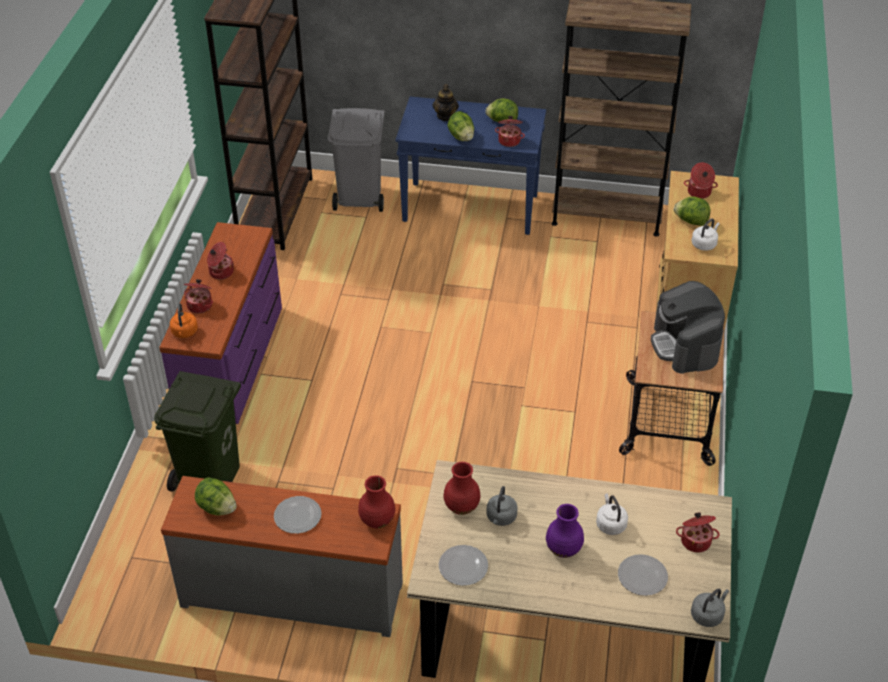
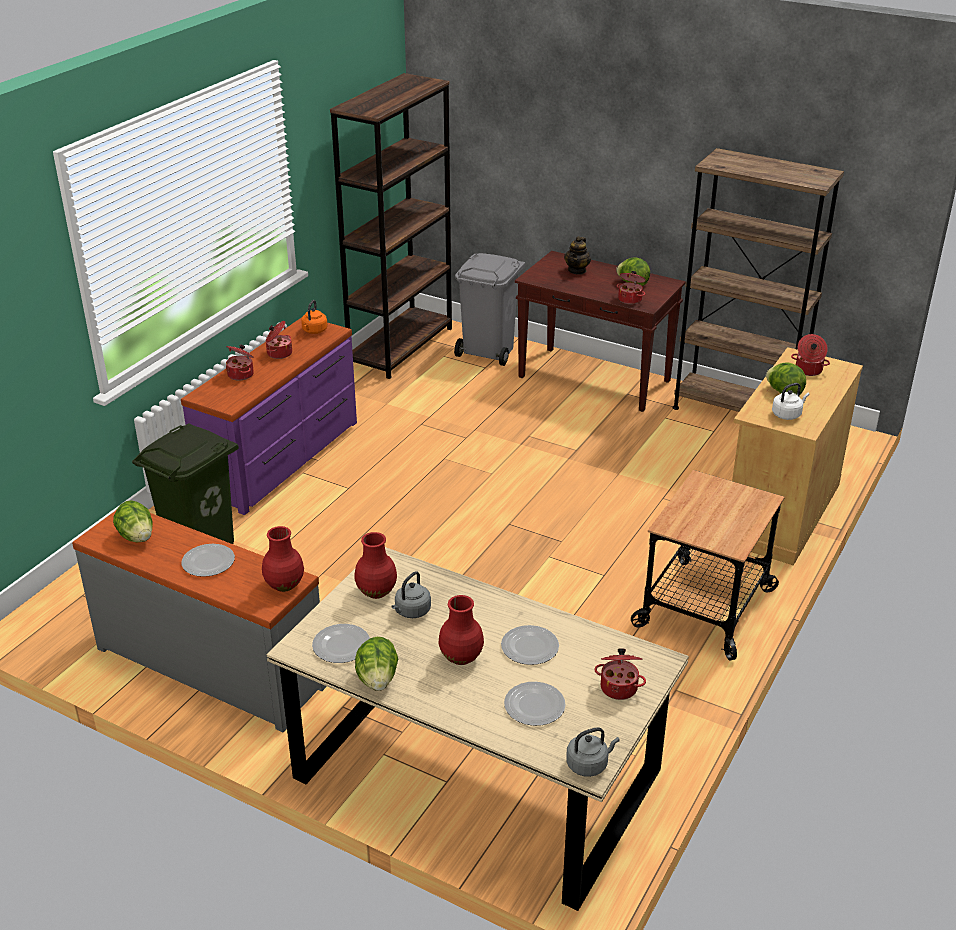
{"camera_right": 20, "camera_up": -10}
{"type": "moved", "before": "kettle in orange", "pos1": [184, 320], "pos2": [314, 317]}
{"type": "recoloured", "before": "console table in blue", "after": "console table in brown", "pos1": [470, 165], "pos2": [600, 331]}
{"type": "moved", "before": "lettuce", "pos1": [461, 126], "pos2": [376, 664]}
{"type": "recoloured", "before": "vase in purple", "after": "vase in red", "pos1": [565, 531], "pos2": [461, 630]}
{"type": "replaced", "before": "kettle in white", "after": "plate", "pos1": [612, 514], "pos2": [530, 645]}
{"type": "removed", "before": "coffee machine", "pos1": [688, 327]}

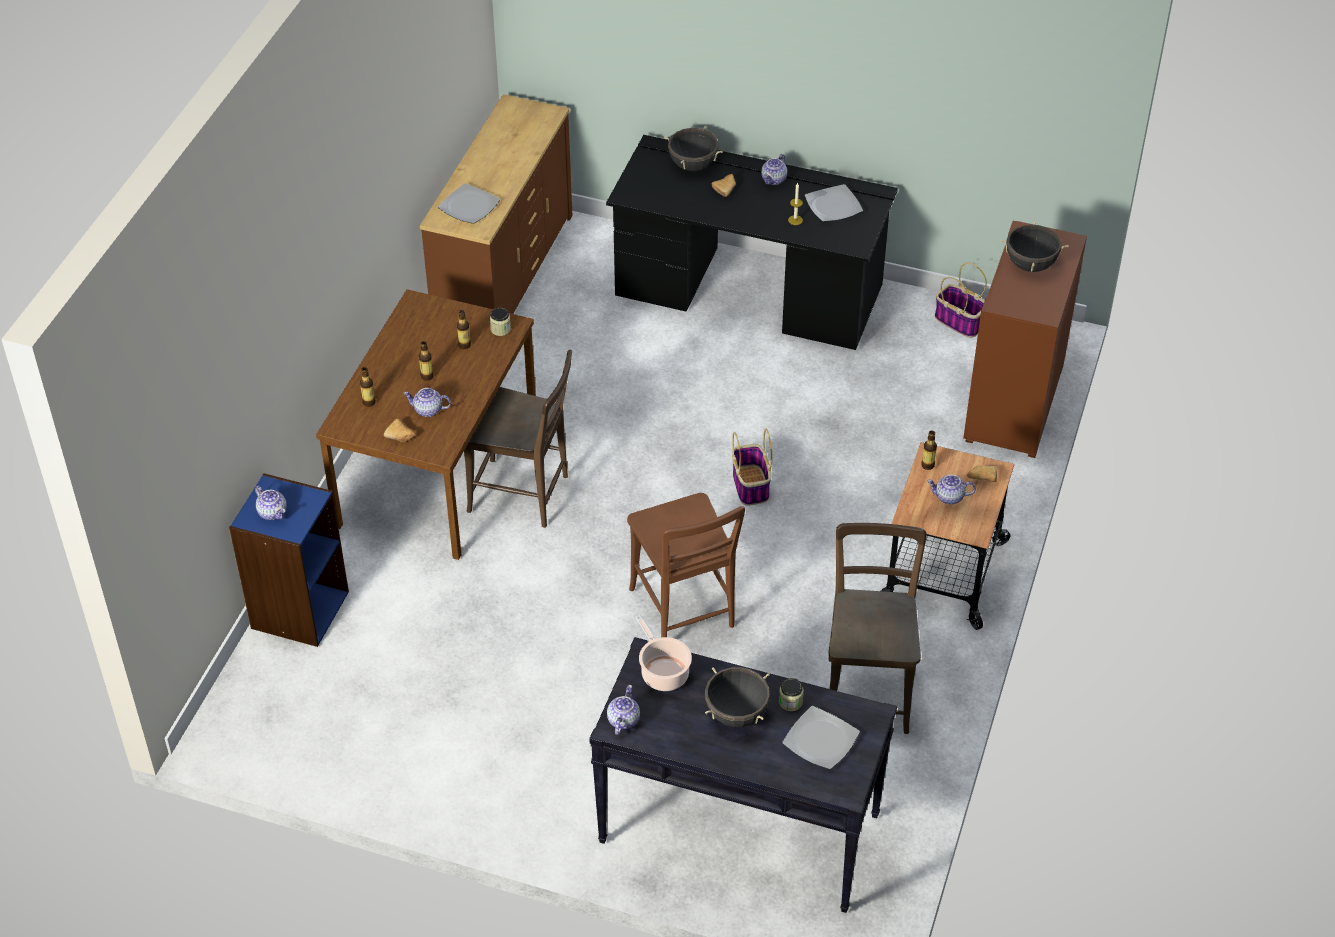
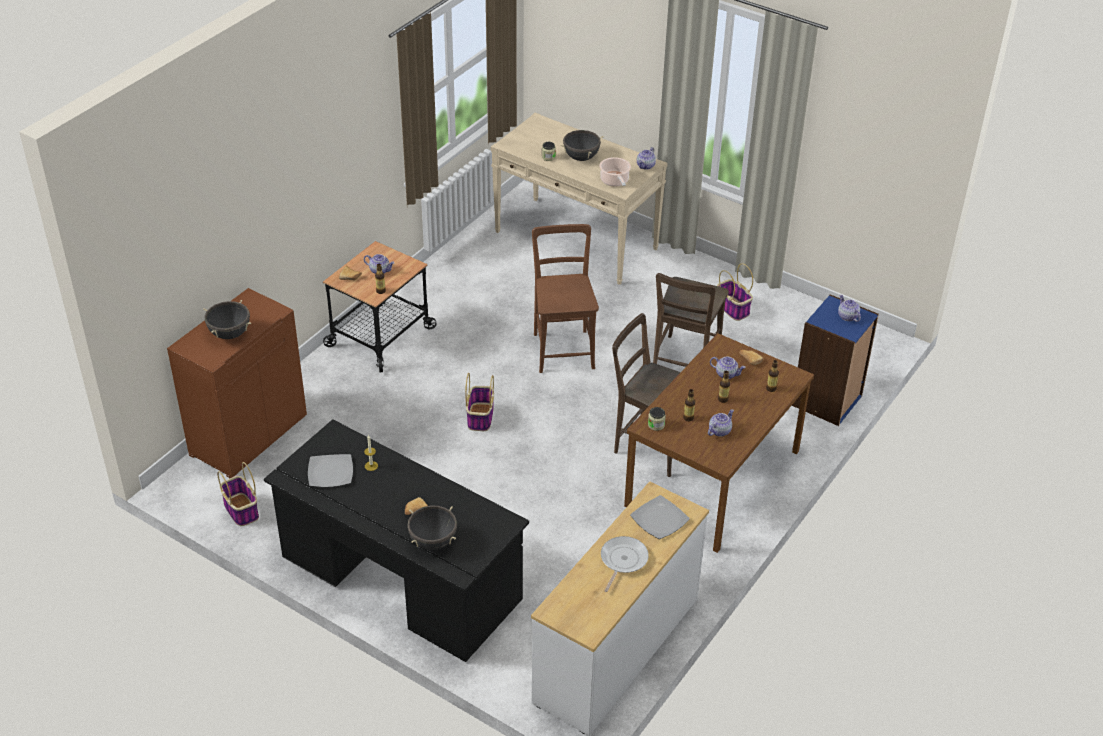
{"camera_right": -165, "camera_up": -5}
{"type": "recoloured", "before": "dresser in brown", "after": "dresser in white", "pos1": [496, 204], "pos2": [620, 608]}
{"type": "recoloured", "before": "console table in black", "after": "console table in beige", "pos1": [743, 775], "pos2": [579, 199]}
{"type": "moved", "before": "teapot", "pos1": [774, 169], "pos2": [721, 423]}
{"type": "removed", "before": "plate", "pos1": [821, 737]}
{"type": "moved", "before": "chair in brown", "pos1": [877, 628], "pos2": [691, 320]}
{"type": "added", "after": "frying pan", "pos2": [625, 564]}
{"type": "added", "after": "basket", "pos2": [735, 292]}

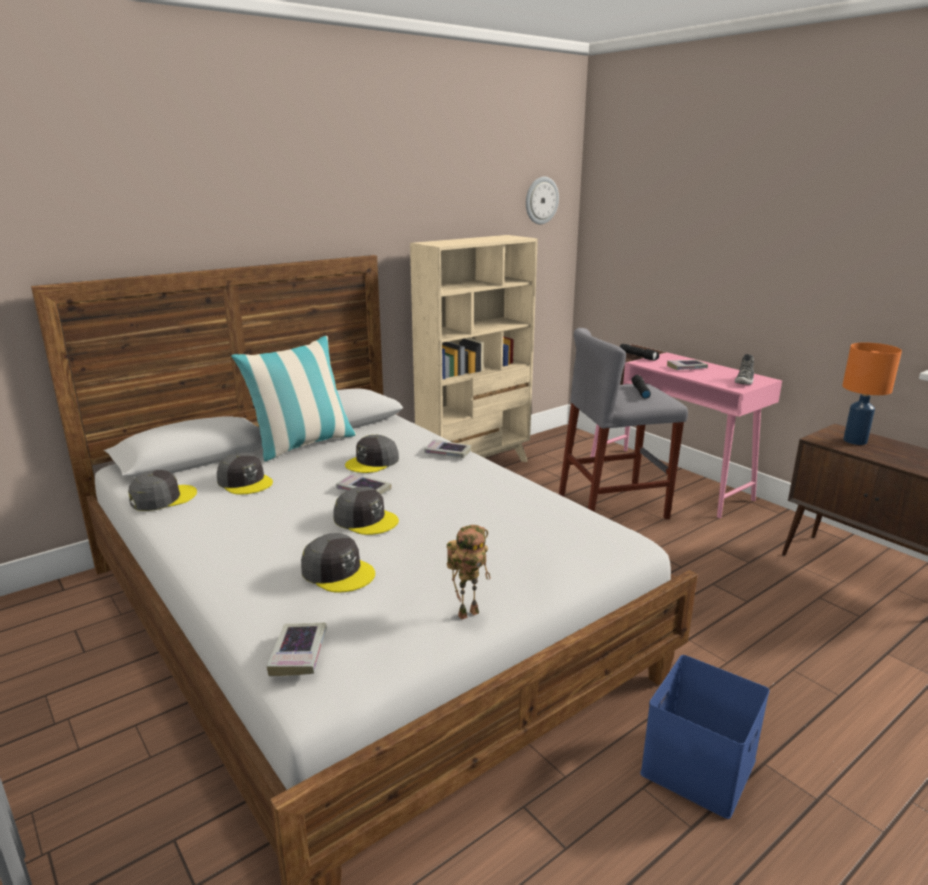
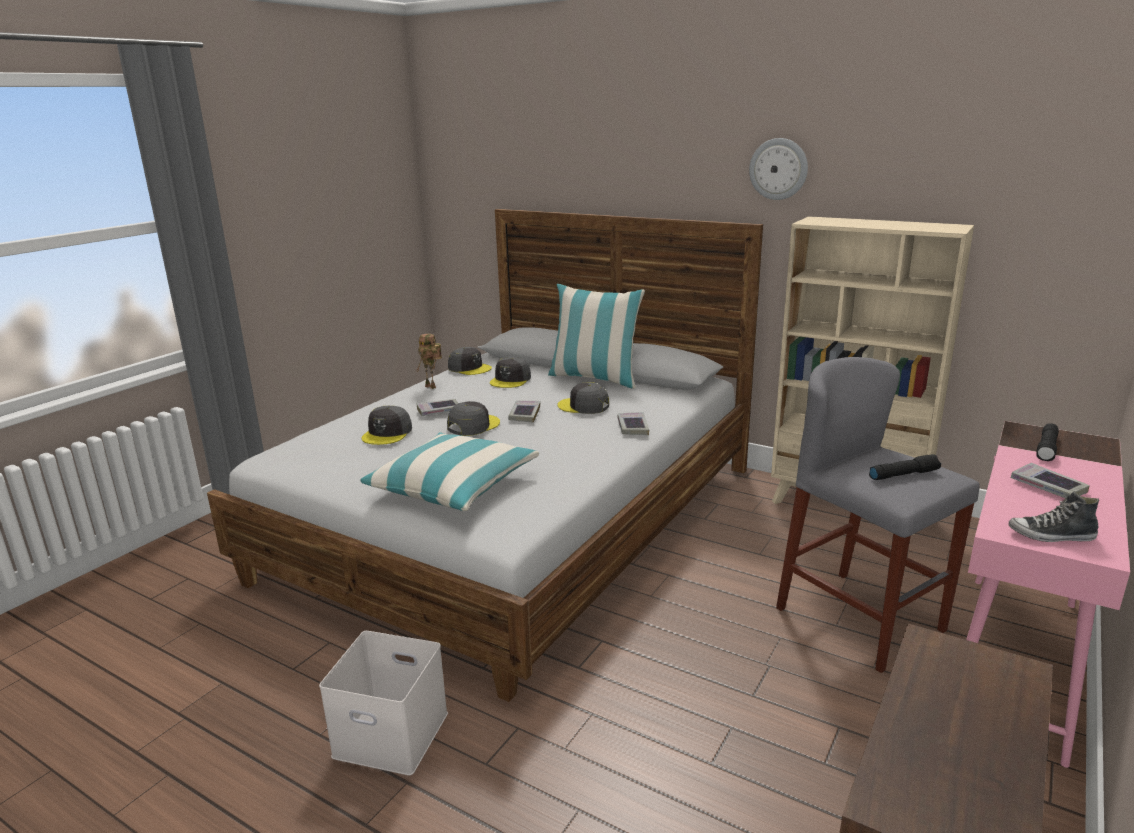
{"camera_right": 70, "camera_up": 0}
{"type": "moved", "before": "book", "pos1": [296, 649], "pos2": [437, 407]}
{"type": "turned", "before": "cap in grey", "pos1": [366, 511], "pos2": [473, 418], "turn": -150}
{"type": "moved", "before": "toy robot", "pos1": [469, 572], "pos2": [429, 361]}
{"type": "moved", "before": "wall clock", "pos1": [542, 200], "pos2": [778, 169]}
{"type": "recoloured", "before": "storage box in blue", "after": "storage box in white", "pos1": [705, 737], "pos2": [383, 703]}
{"type": "removed", "before": "table lamp in orange", "pos1": [872, 393]}
{"type": "added", "after": "pillow", "pos2": [449, 471]}

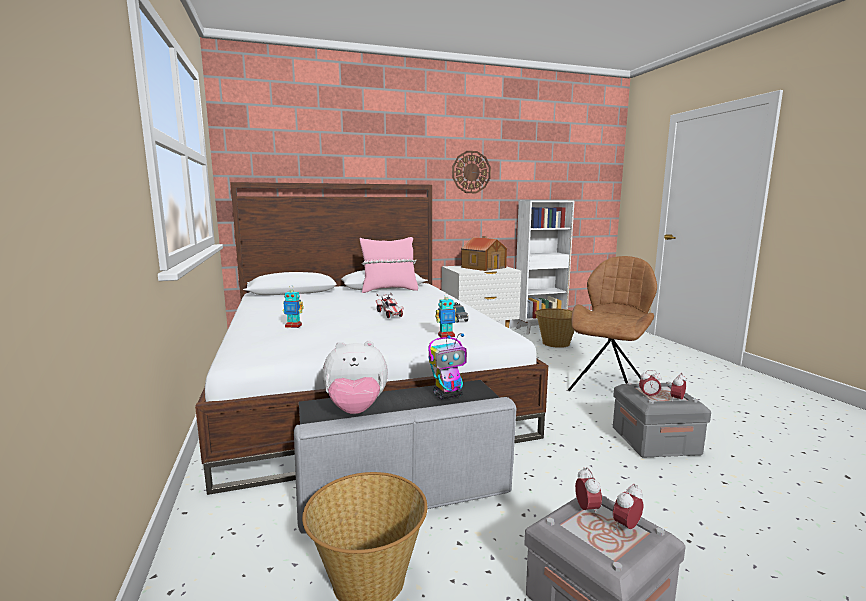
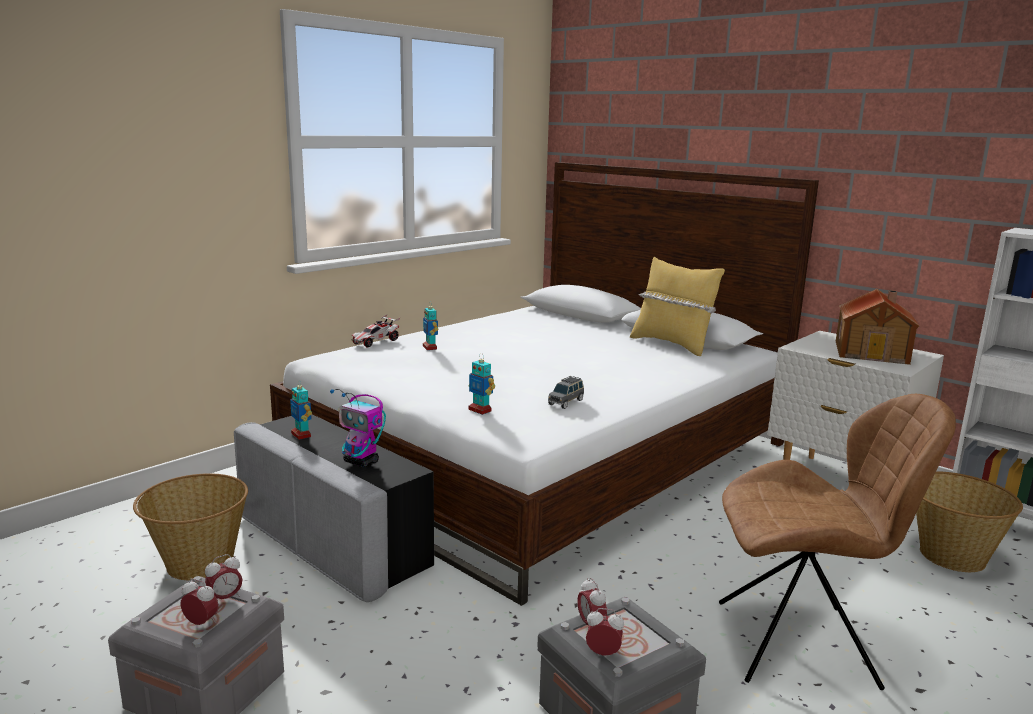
{"camera_right": 60, "camera_up": 5}
{"type": "replaced", "before": "plush toy", "after": "toy robot", "pos1": [355, 377], "pos2": [301, 410]}
{"type": "recoloured", "before": "pillow in pink", "after": "pillow in yellow", "pos1": [389, 265], "pos2": [677, 306]}
{"type": "moved", "before": "toy car", "pos1": [390, 305], "pos2": [376, 331]}
{"type": "removed", "before": "wall clock", "pos1": [471, 172]}

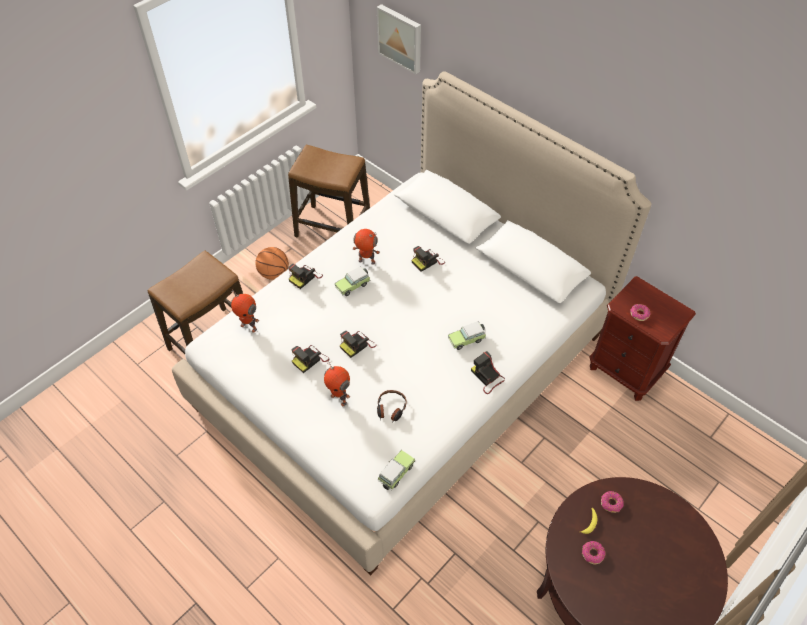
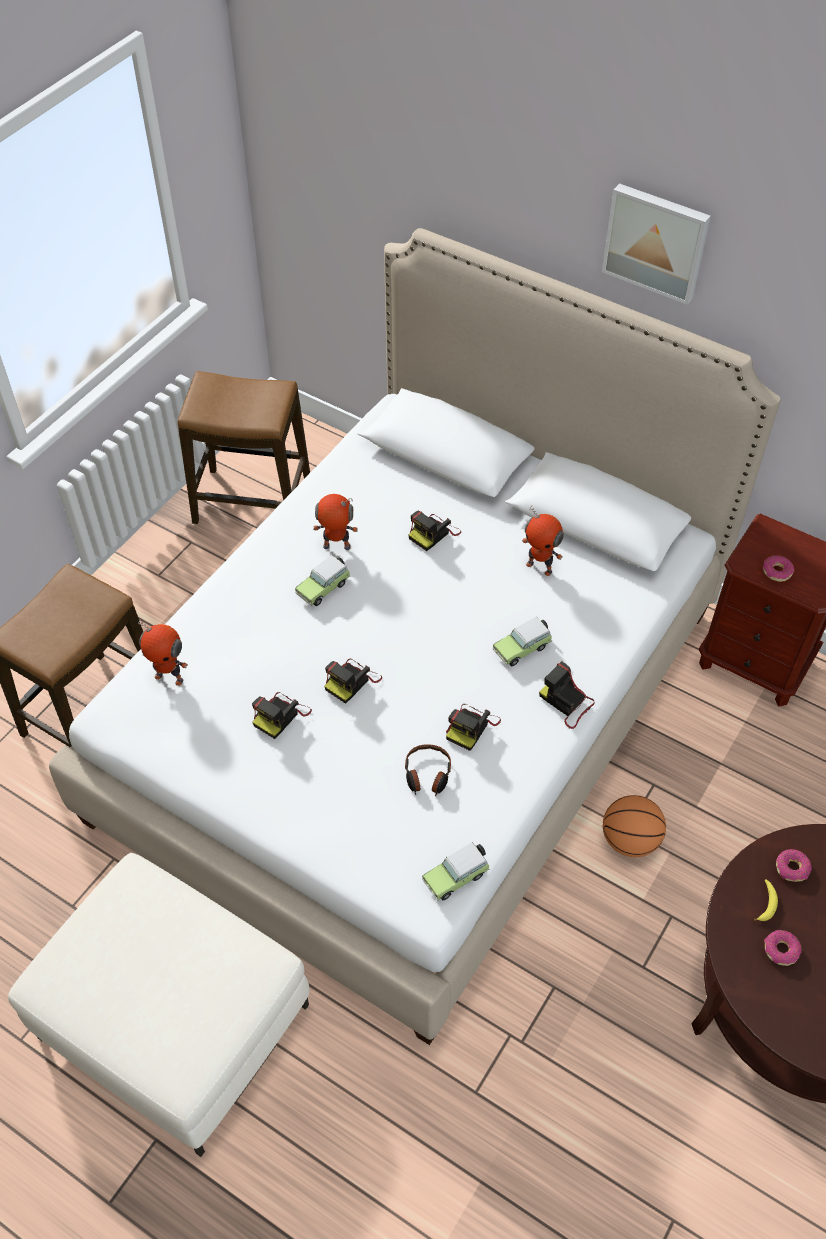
{"camera_right": -10, "camera_up": 0}
{"type": "moved", "before": "basketball", "pos1": [272, 263], "pos2": [634, 826]}
{"type": "moved", "before": "photo camera", "pos1": [305, 276], "pos2": [473, 727]}
{"type": "moved", "before": "toy robot", "pos1": [337, 384], "pos2": [543, 541]}
{"type": "moved", "before": "picture", "pos1": [399, 39], "pos2": [656, 244]}
{"type": "turned", "before": "toy car", "pos1": [396, 470], "pos2": [456, 871], "turn": -150}
{"type": "added", "after": "ottoman in white", "pos2": [159, 1005]}

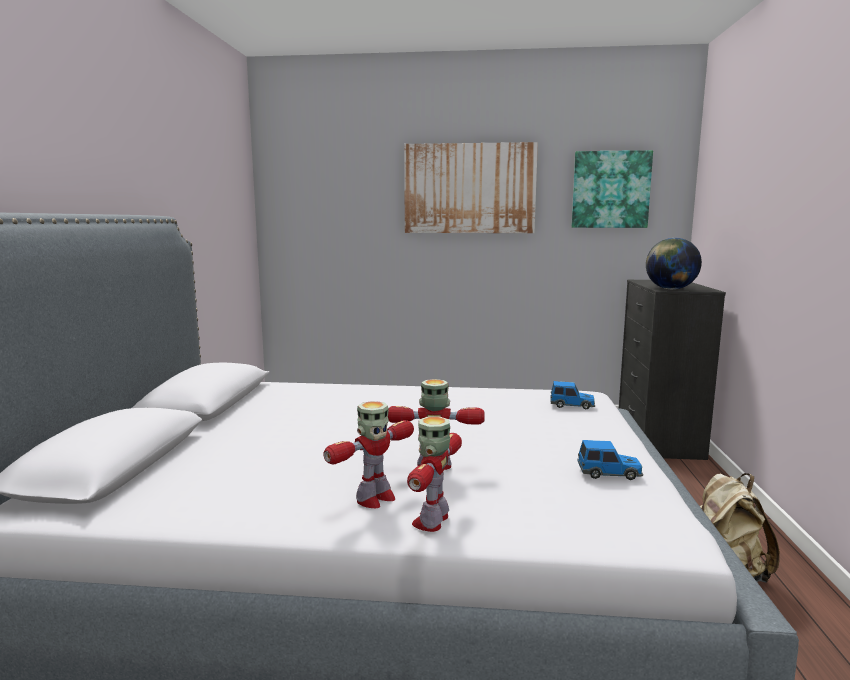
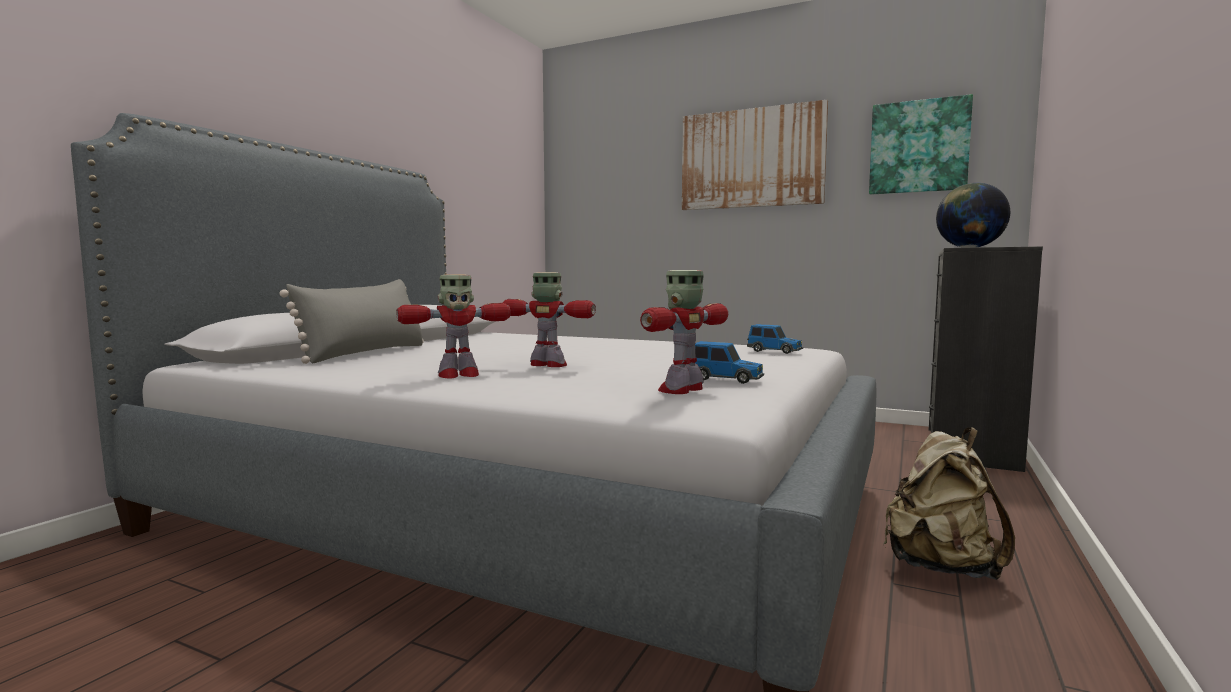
{"camera_right": 20, "camera_up": -5}
{"type": "moved", "before": "toy robot", "pos1": [434, 474], "pos2": [684, 332]}
{"type": "added", "after": "pillow in grey", "pos2": [352, 321]}

